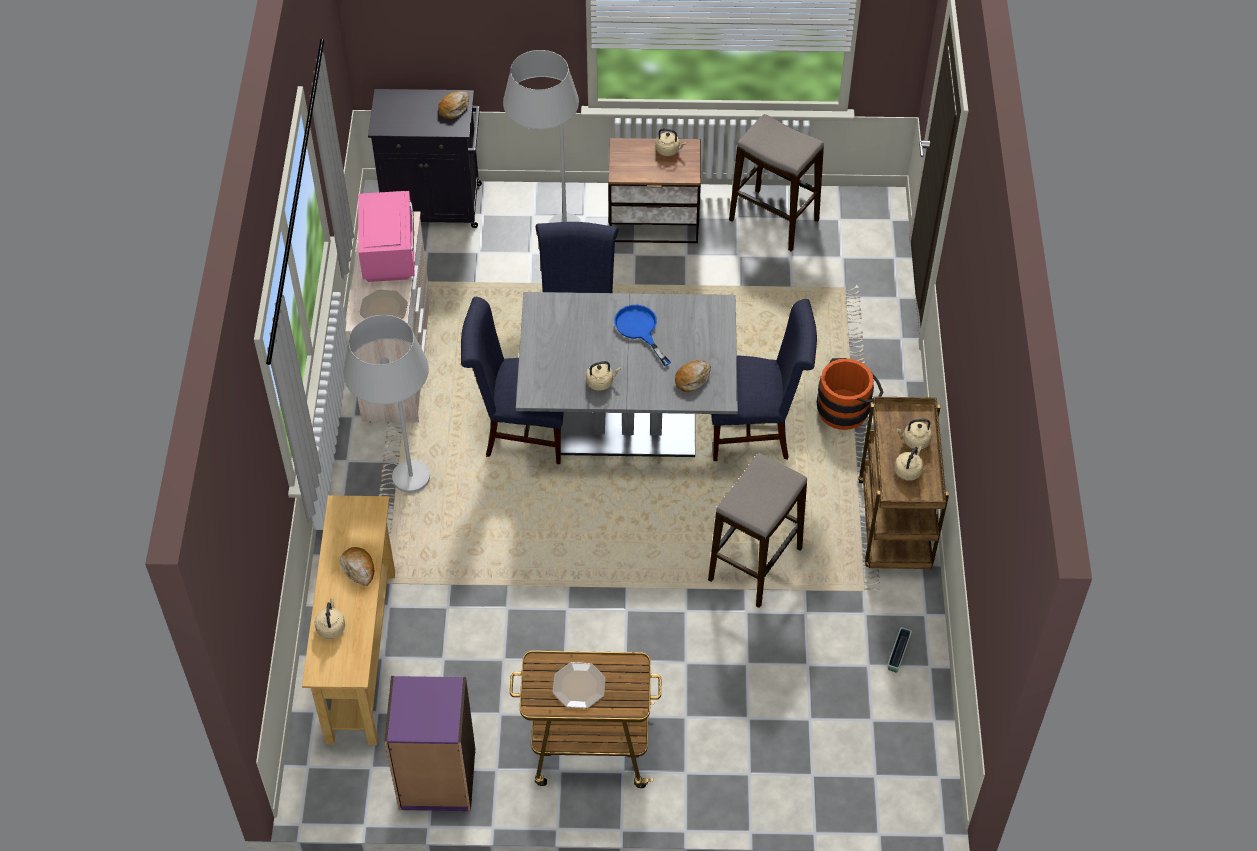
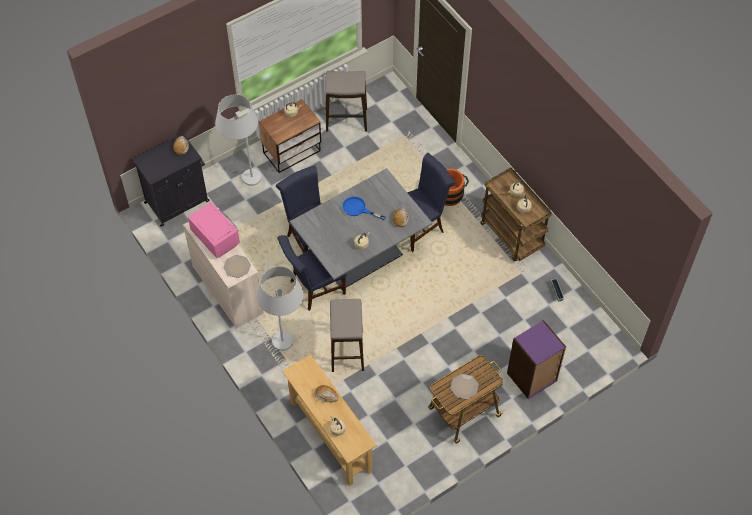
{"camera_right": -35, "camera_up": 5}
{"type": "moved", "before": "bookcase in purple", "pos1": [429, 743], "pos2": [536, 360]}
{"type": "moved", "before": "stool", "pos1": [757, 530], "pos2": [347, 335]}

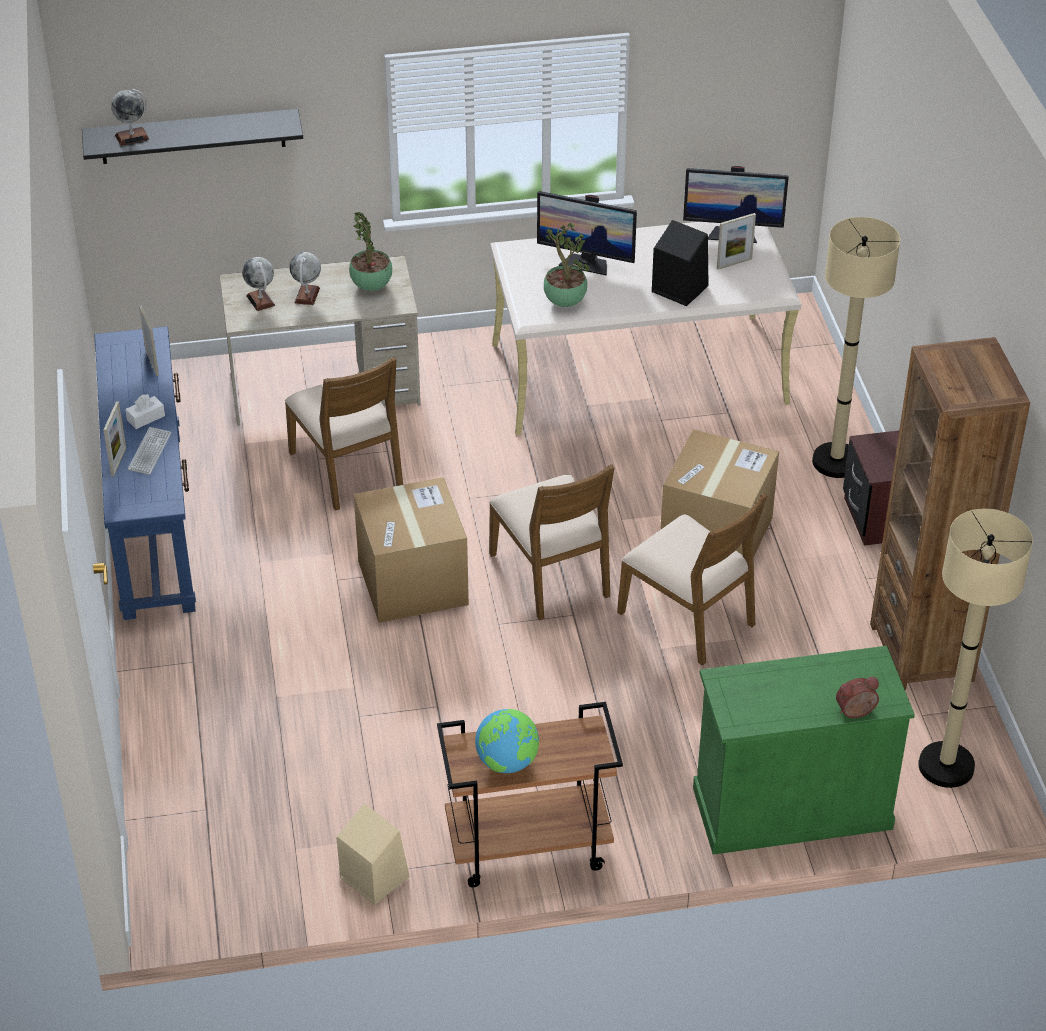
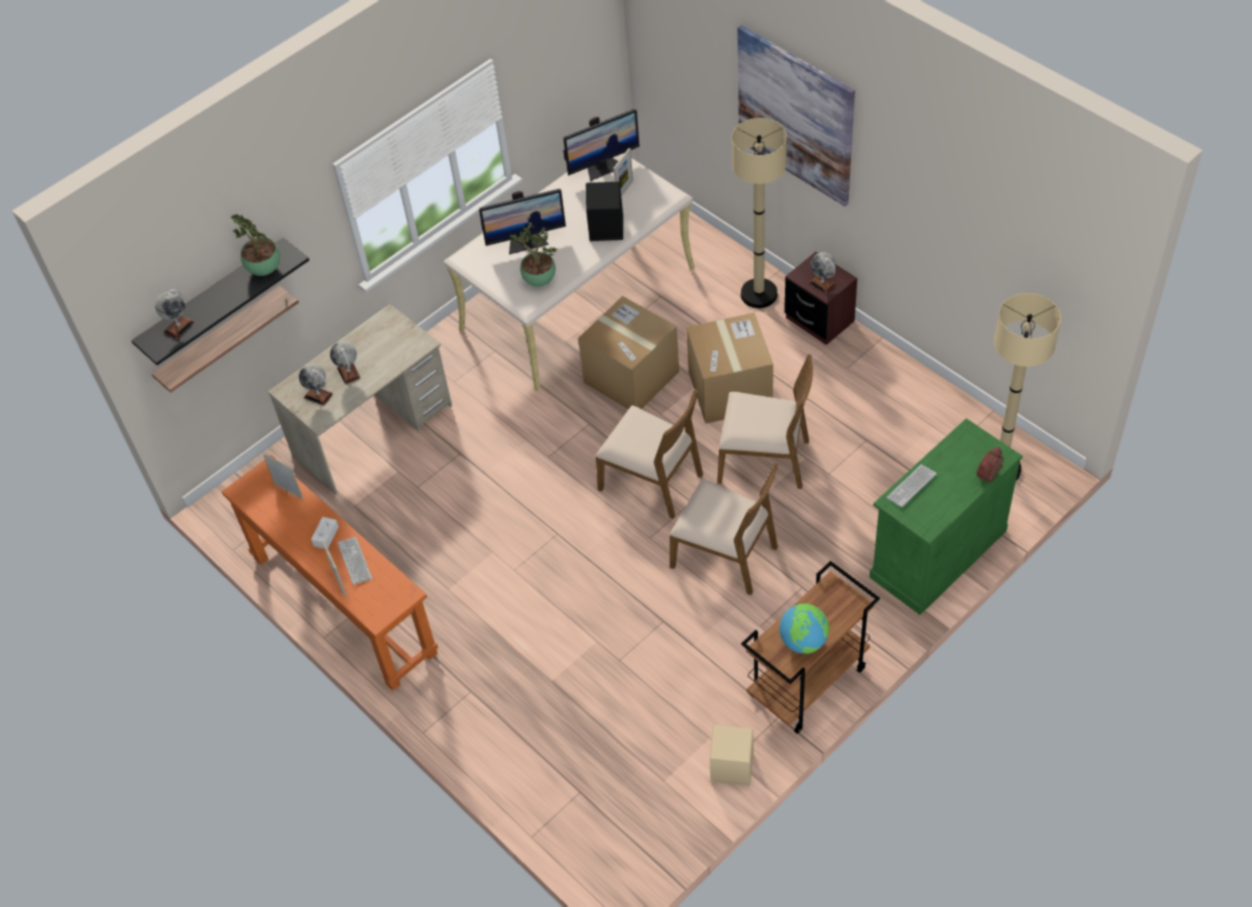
{"camera_right": -30, "camera_up": 10}
{"type": "recoloured", "before": "console table in blue", "after": "console table in orange", "pos1": [145, 473], "pos2": [330, 573]}
{"type": "moved", "before": "chair in brown", "pos1": [344, 433], "pos2": [723, 529]}
{"type": "moved", "before": "potted plant", "pos1": [370, 251], "pos2": [255, 245]}
{"type": "moved", "before": "cardboard box", "pos1": [411, 550], "pos2": [628, 352]}
{"type": "removed", "before": "bookcase in brown", "pos1": [950, 514]}
{"type": "added", "after": "shelf", "pos2": [225, 339]}
{"type": "added", "after": "picture", "pos2": [796, 115]}
{"type": "added", "after": "globe", "pos2": [822, 273]}
{"type": "added", "after": "keyboard", "pos2": [911, 485]}

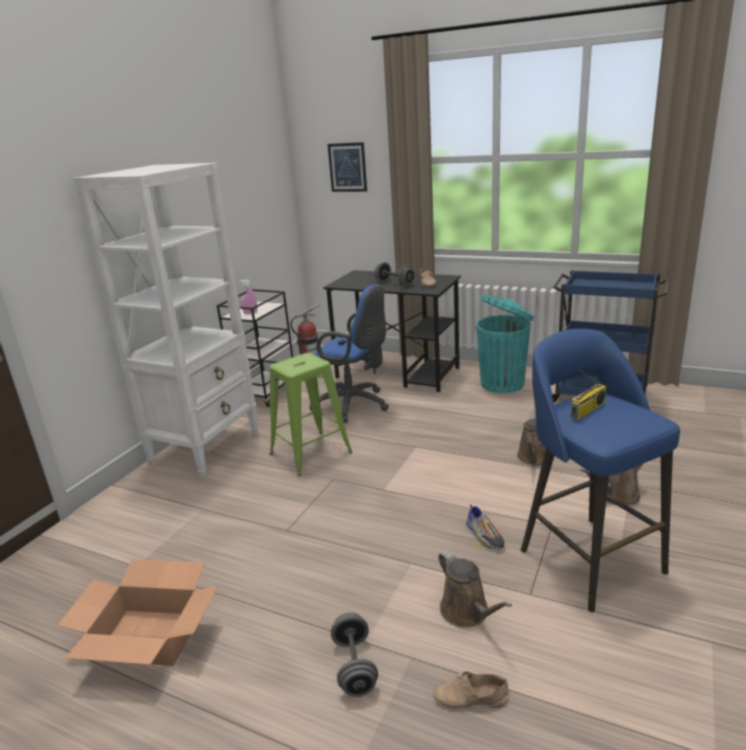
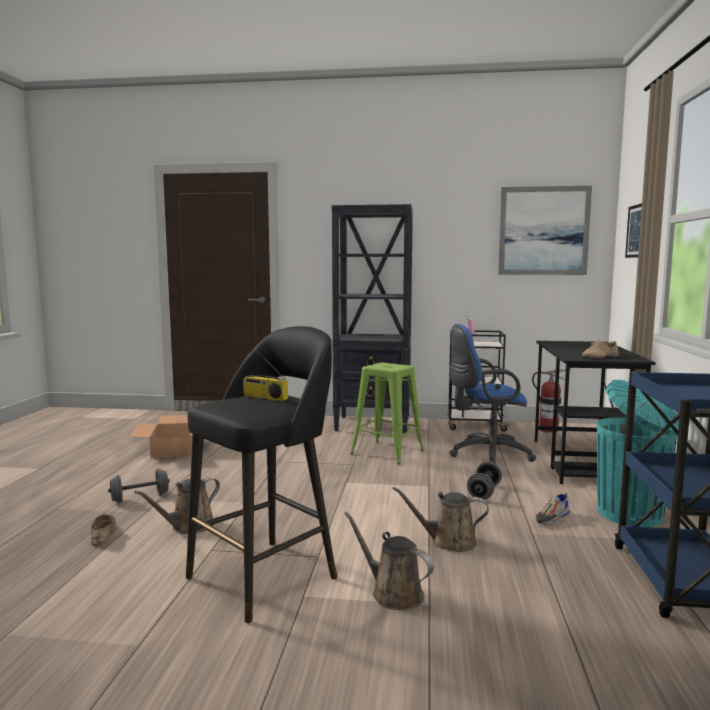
{"camera_right": 70, "camera_up": -15}
{"type": "recoloured", "before": "bookcase in white", "after": "bookcase in black", "pos1": [166, 320], "pos2": [372, 319]}
{"type": "turned", "before": "office chair in blue", "pos1": [349, 353], "pos2": [492, 394], "turn": 75}
{"type": "moved", "before": "dumbbell in grey", "pos1": [394, 274], "pos2": [484, 481]}
{"type": "moved", "before": "shoe", "pos1": [485, 527], "pos2": [552, 509]}
{"type": "recoloured", "before": "stool in blue", "after": "stool in black", "pos1": [600, 470], "pos2": [261, 474]}
{"type": "added", "after": "picture", "pos2": [545, 230]}

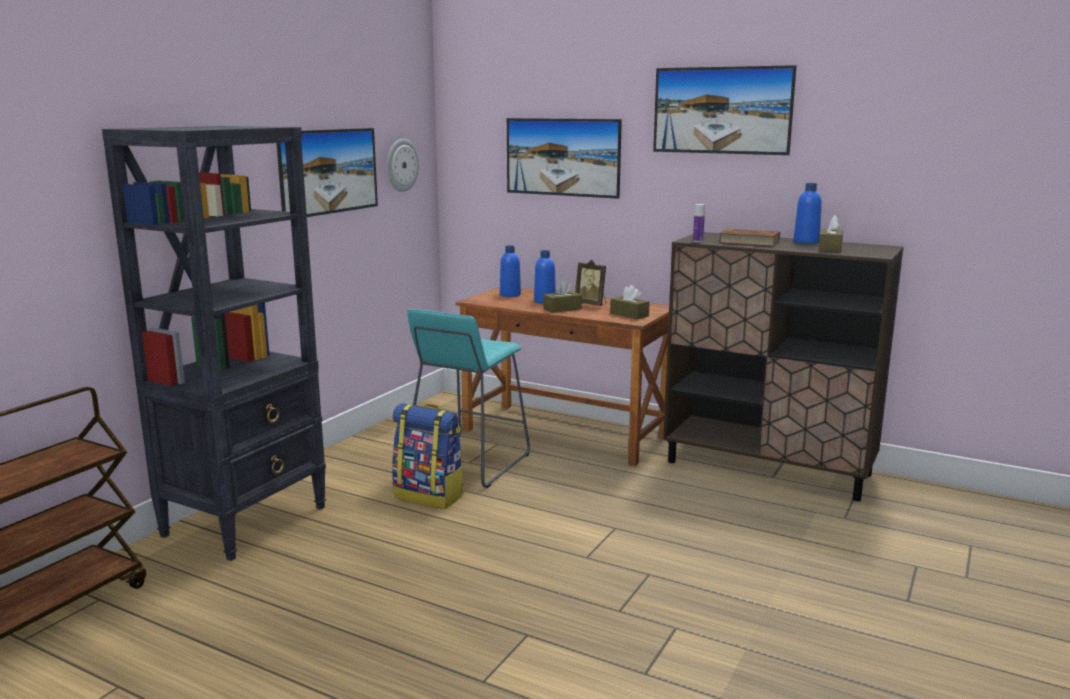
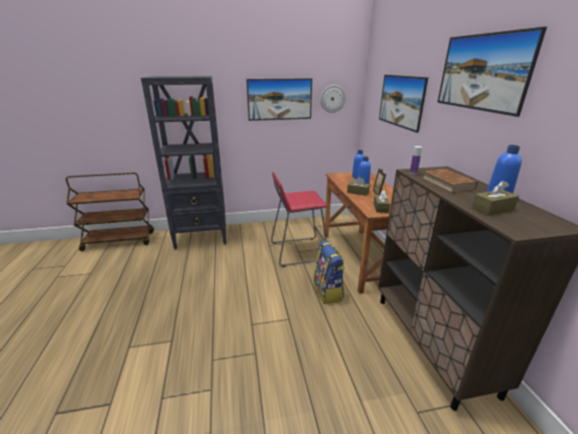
{"camera_right": 50, "camera_up": 10}
{"type": "moved", "before": "backpack", "pos1": [428, 456], "pos2": [329, 272]}
{"type": "recoloured", "before": "stool in turquoise", "after": "stool in red", "pos1": [468, 398], "pos2": [299, 219]}

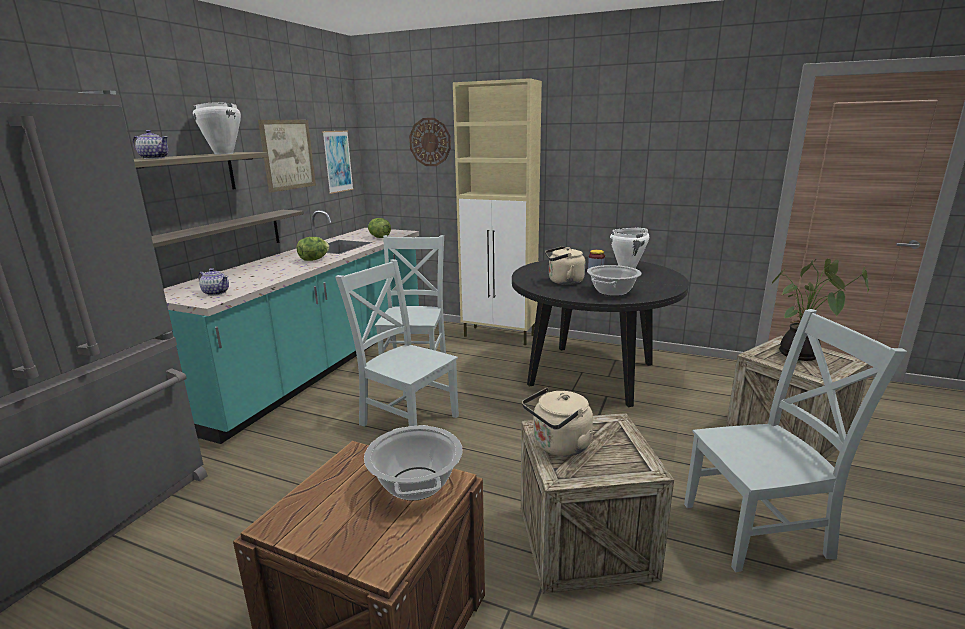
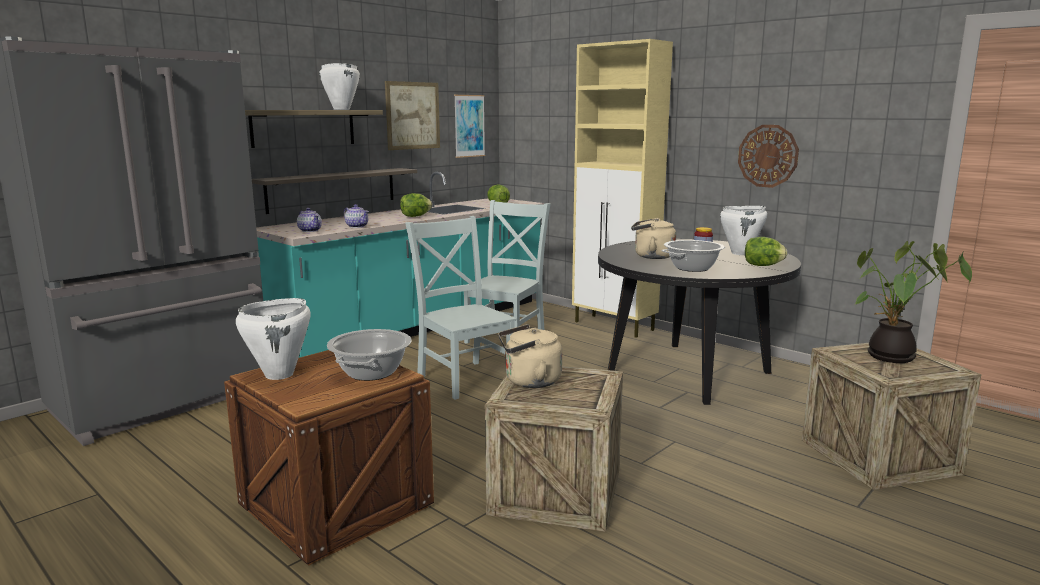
{"camera_right": 20, "camera_up": -5}
{"type": "moved", "before": "teapot", "pos1": [150, 144], "pos2": [356, 216]}
{"type": "moved", "before": "wall clock", "pos1": [430, 142], "pos2": [768, 156]}
{"type": "removed", "before": "chair in grey", "pos1": [795, 440]}
{"type": "added", "after": "cooking pot in white", "pos2": [273, 339]}
{"type": "added", "after": "lettuce", "pos2": [766, 251]}

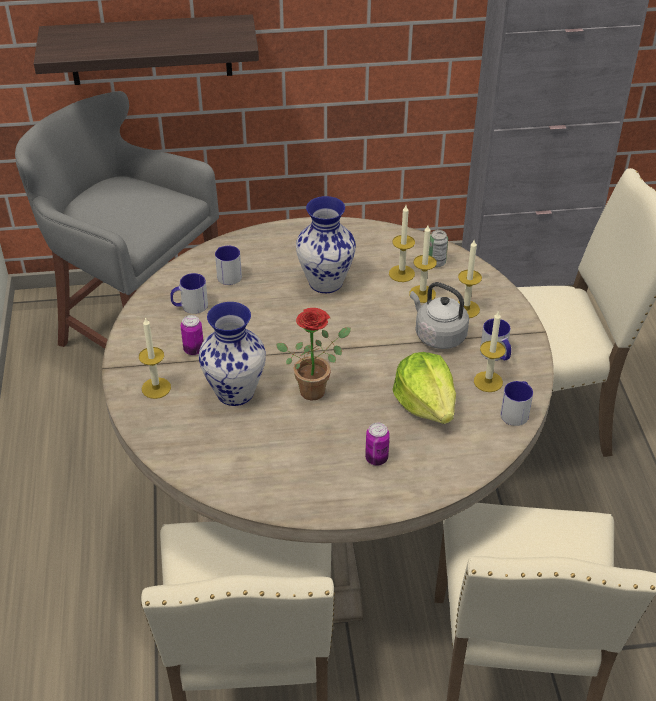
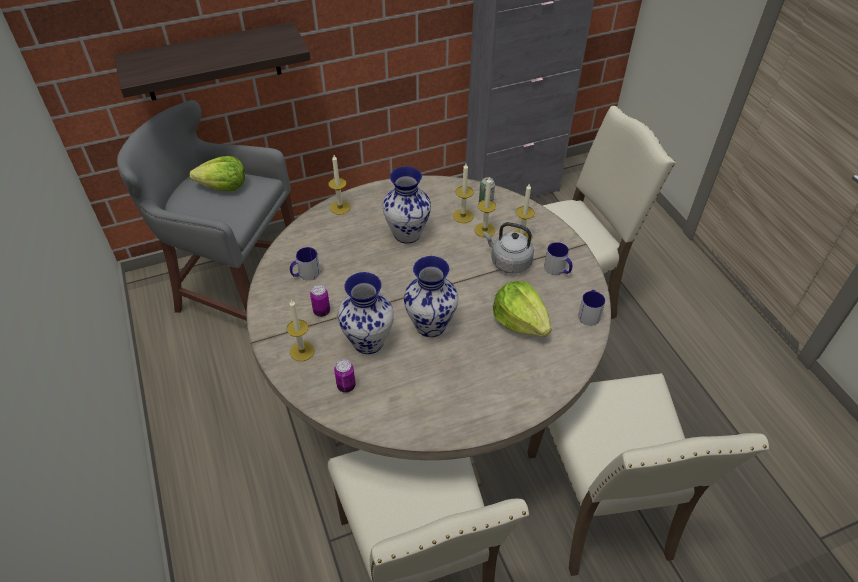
{"camera_right": -15, "camera_up": 5}
{"type": "removed", "before": "mug", "pos1": [228, 265]}
{"type": "replaced", "before": "potted plant", "after": "vase", "pos1": [313, 354], "pos2": [431, 296]}
{"type": "moved", "before": "can", "pos1": [377, 444], "pos2": [345, 376]}
{"type": "moved", "before": "candle", "pos1": [490, 352], "pos2": [339, 185]}
{"type": "added", "after": "lettuce", "pos2": [217, 173]}

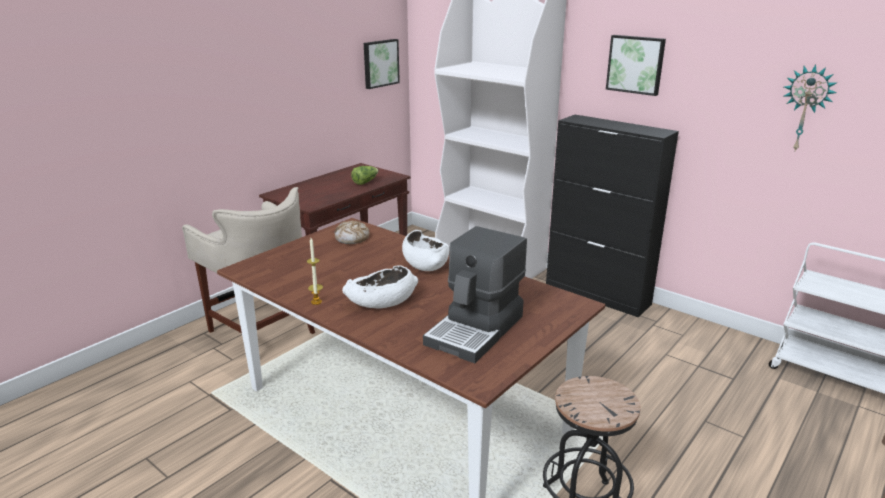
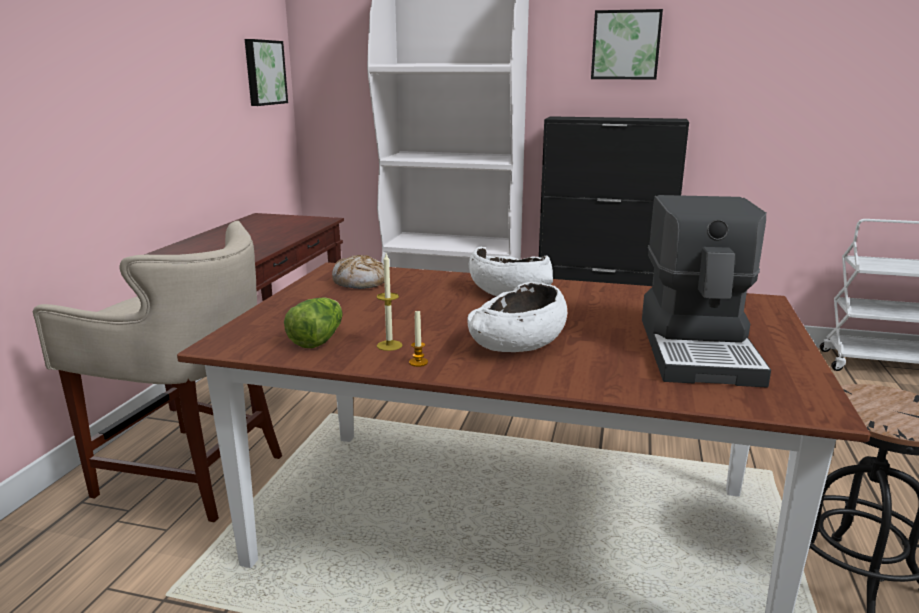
{"camera_right": -25, "camera_up": -5}
{"type": "moved", "before": "lettuce", "pos1": [365, 175], "pos2": [313, 322]}
{"type": "removed", "before": "wall clock", "pos1": [810, 107]}

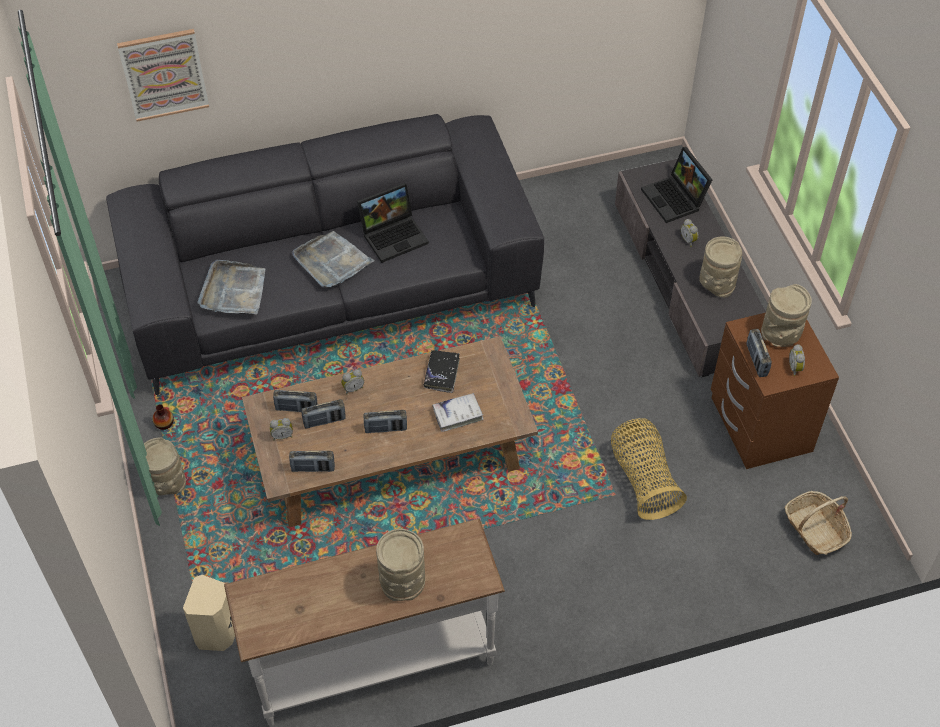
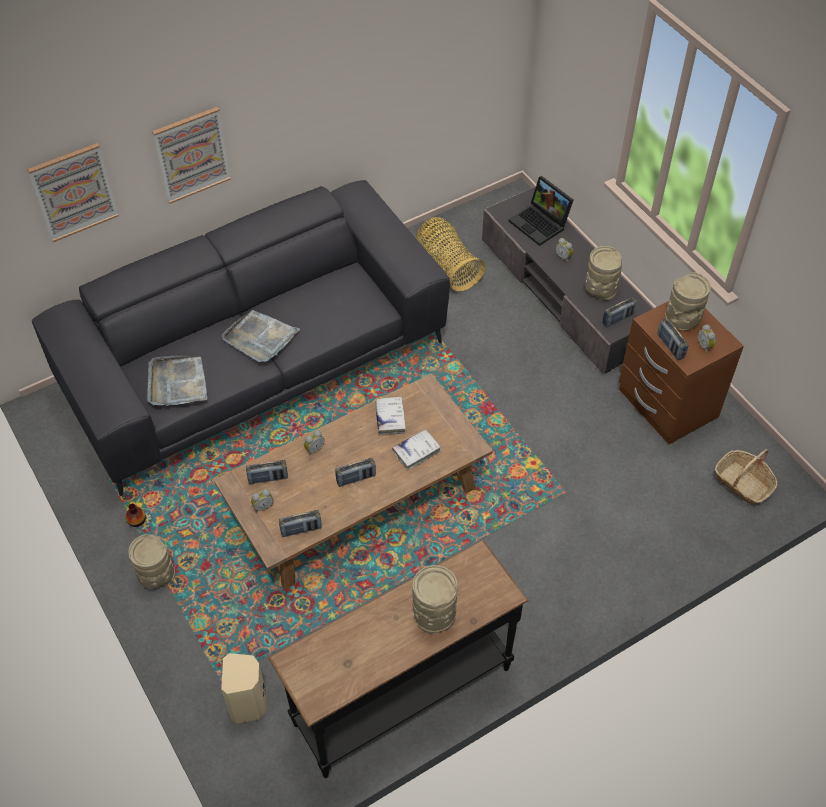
{"camera_right": -15, "camera_up": 0}
{"type": "recoloured", "before": "console table in white", "after": "console table in black", "pos1": [364, 622], "pos2": [398, 659]}
{"type": "moved", "before": "radio", "pos1": [323, 414], "pos2": [619, 312]}
{"type": "removed", "before": "laptop", "pos1": [393, 223]}
{"type": "recoloured", "before": "book in black", "after": "book in white", "pos1": [442, 371], "pos2": [390, 415]}
{"type": "moved", "before": "basket", "pos1": [649, 469], "pos2": [450, 254]}
{"type": "added", "after": "picture", "pos2": [191, 155]}

